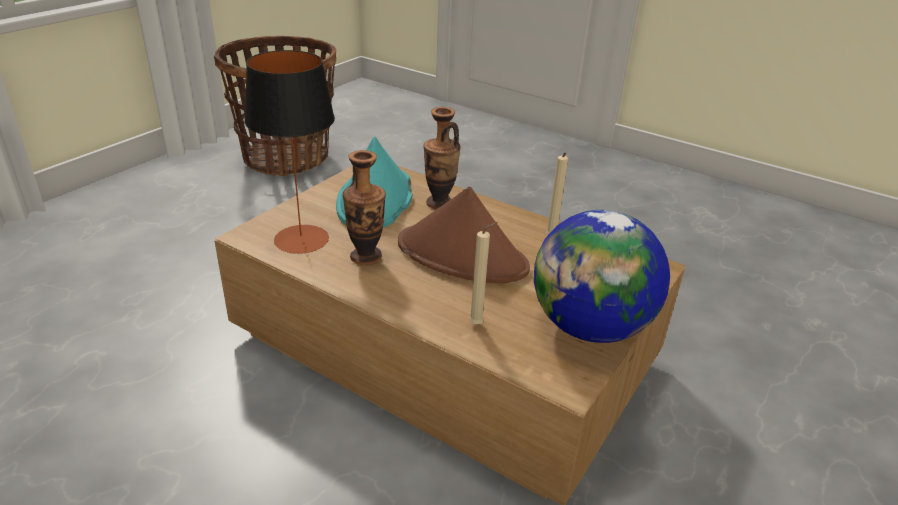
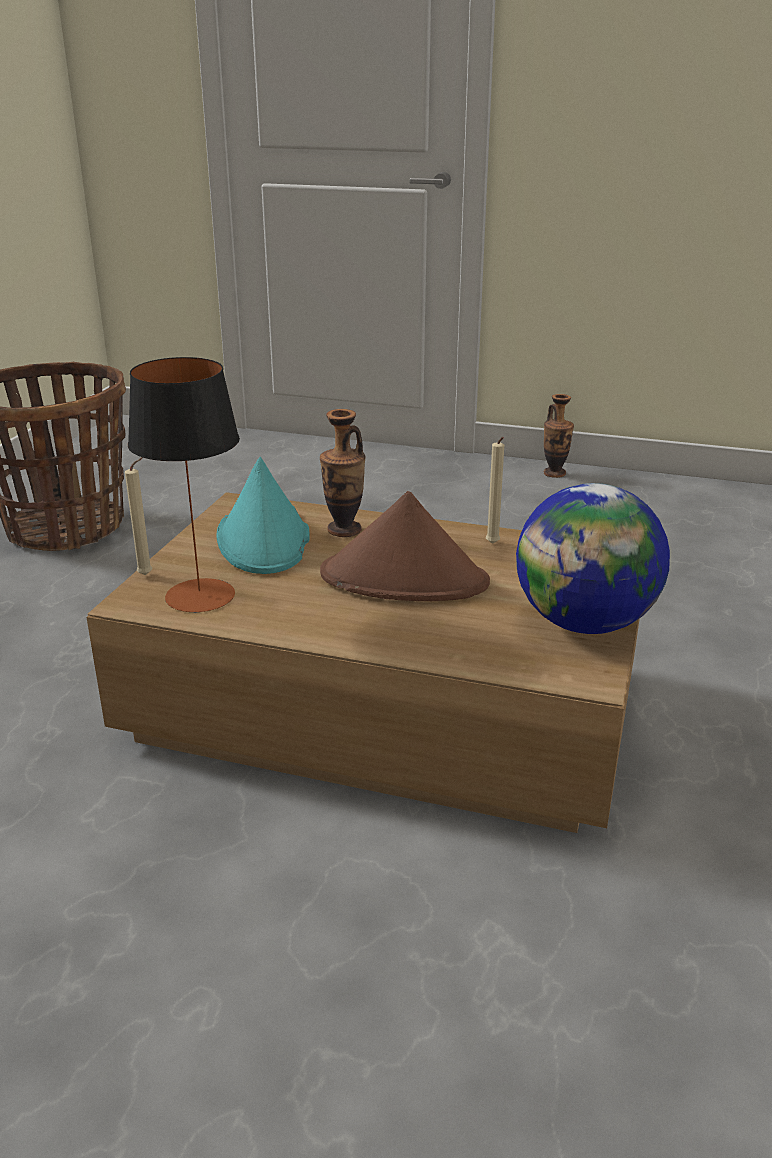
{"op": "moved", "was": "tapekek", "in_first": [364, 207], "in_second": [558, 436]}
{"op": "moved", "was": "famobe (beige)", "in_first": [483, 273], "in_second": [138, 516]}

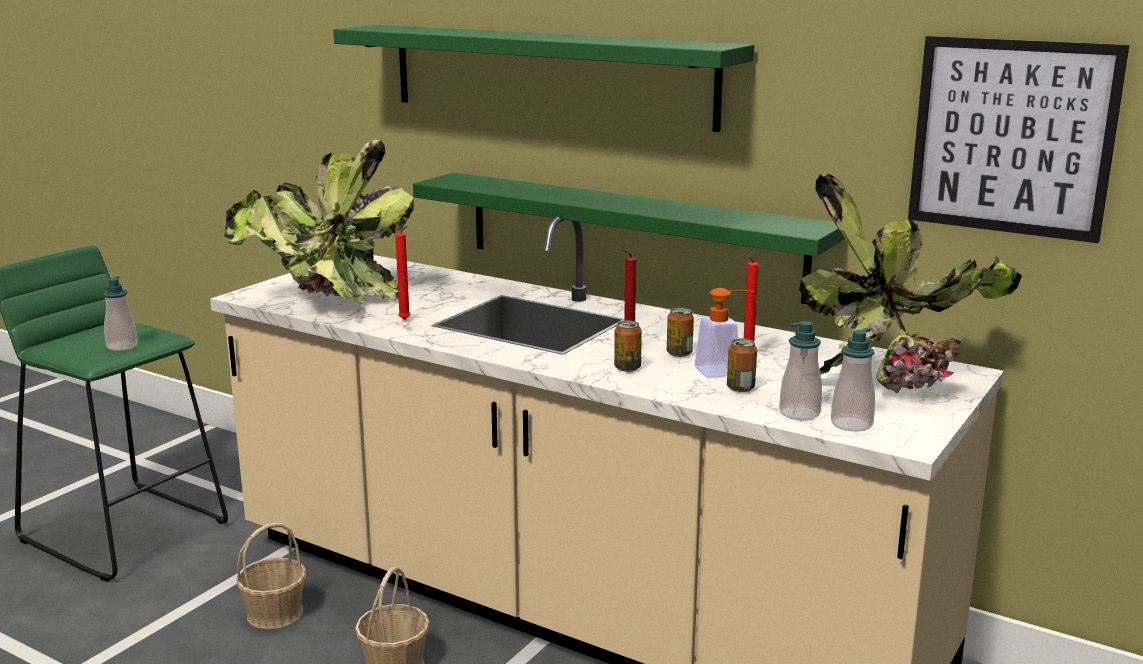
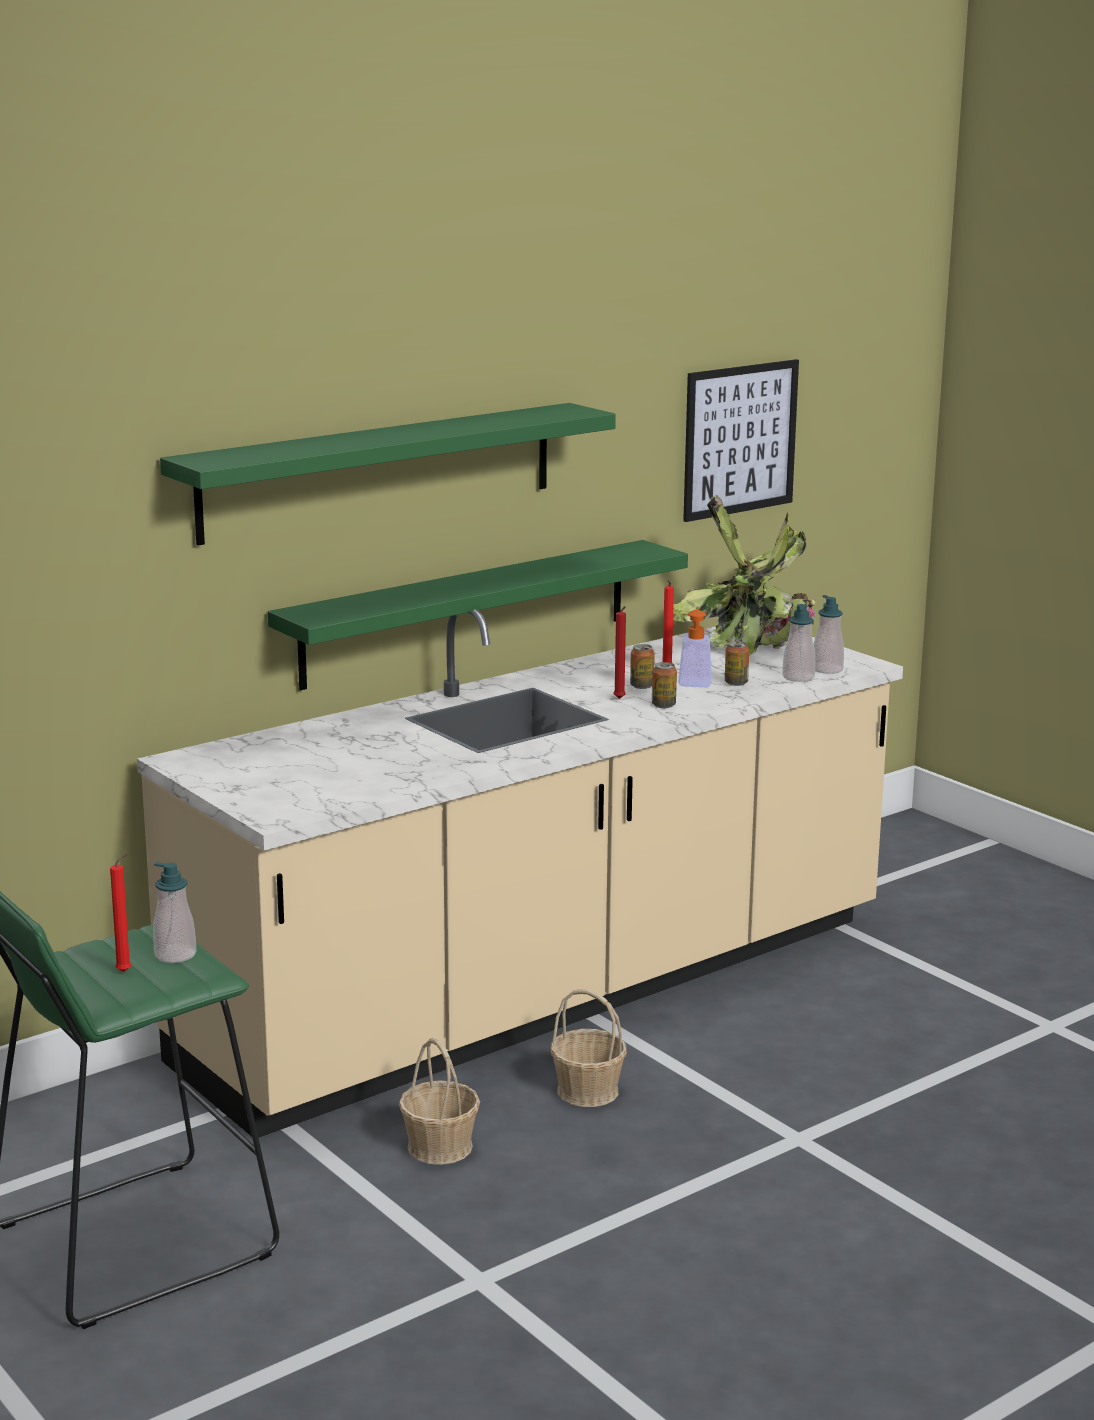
{"op": "removed", "was": "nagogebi", "in_first": [319, 222]}
{"op": "moved", "was": "famobe (red)", "in_first": [403, 273], "in_second": [120, 912]}

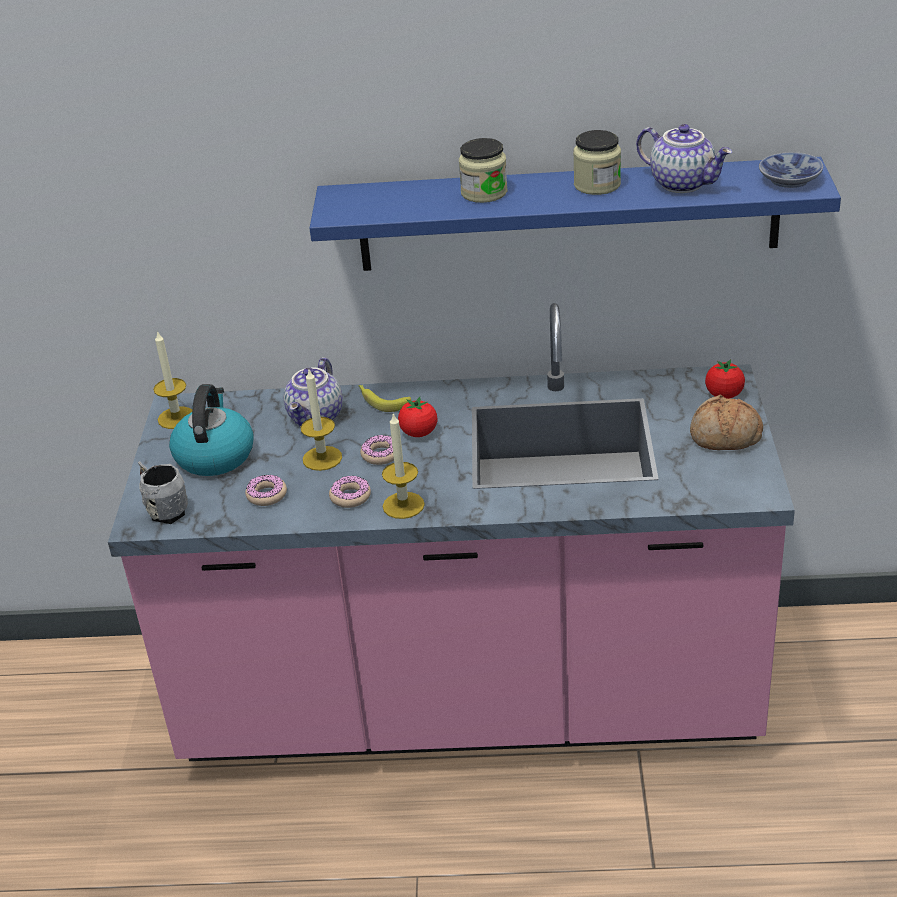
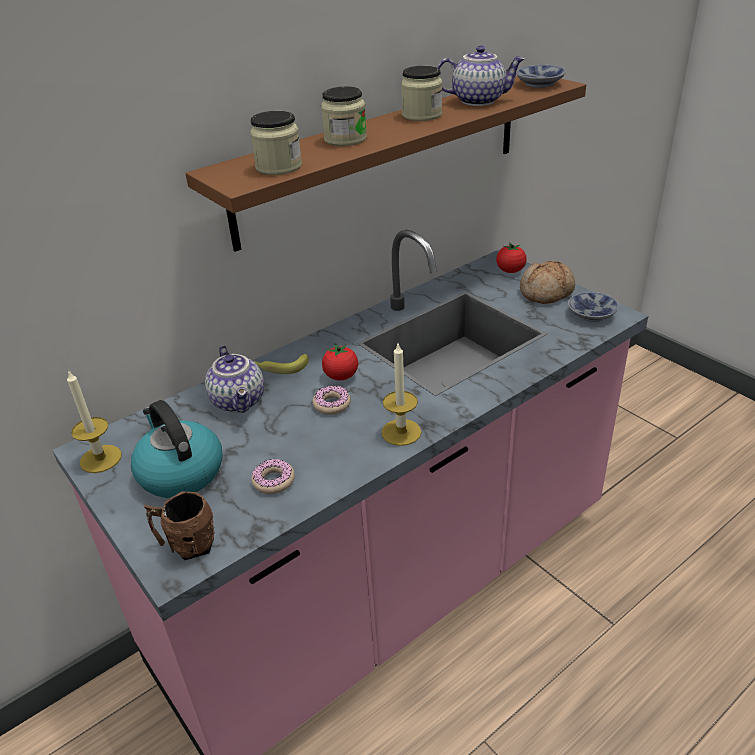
{"op": "removed", "was": "famobe", "in_first": [321, 420]}
{"op": "removed", "was": "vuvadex", "in_first": [350, 491]}
{"op": "added", "now": "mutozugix", "in_second": [276, 143]}
{"op": "added", "now": "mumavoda", "in_second": [593, 307]}
{"op": "recoloured", "was": "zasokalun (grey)", "now": "zasokalun (brown)", "in_first": [163, 492], "in_second": [179, 525]}
{"op": "recoloured", "was": "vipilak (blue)", "now": "vipilak (brown)", "in_first": [575, 214], "in_second": [385, 164]}

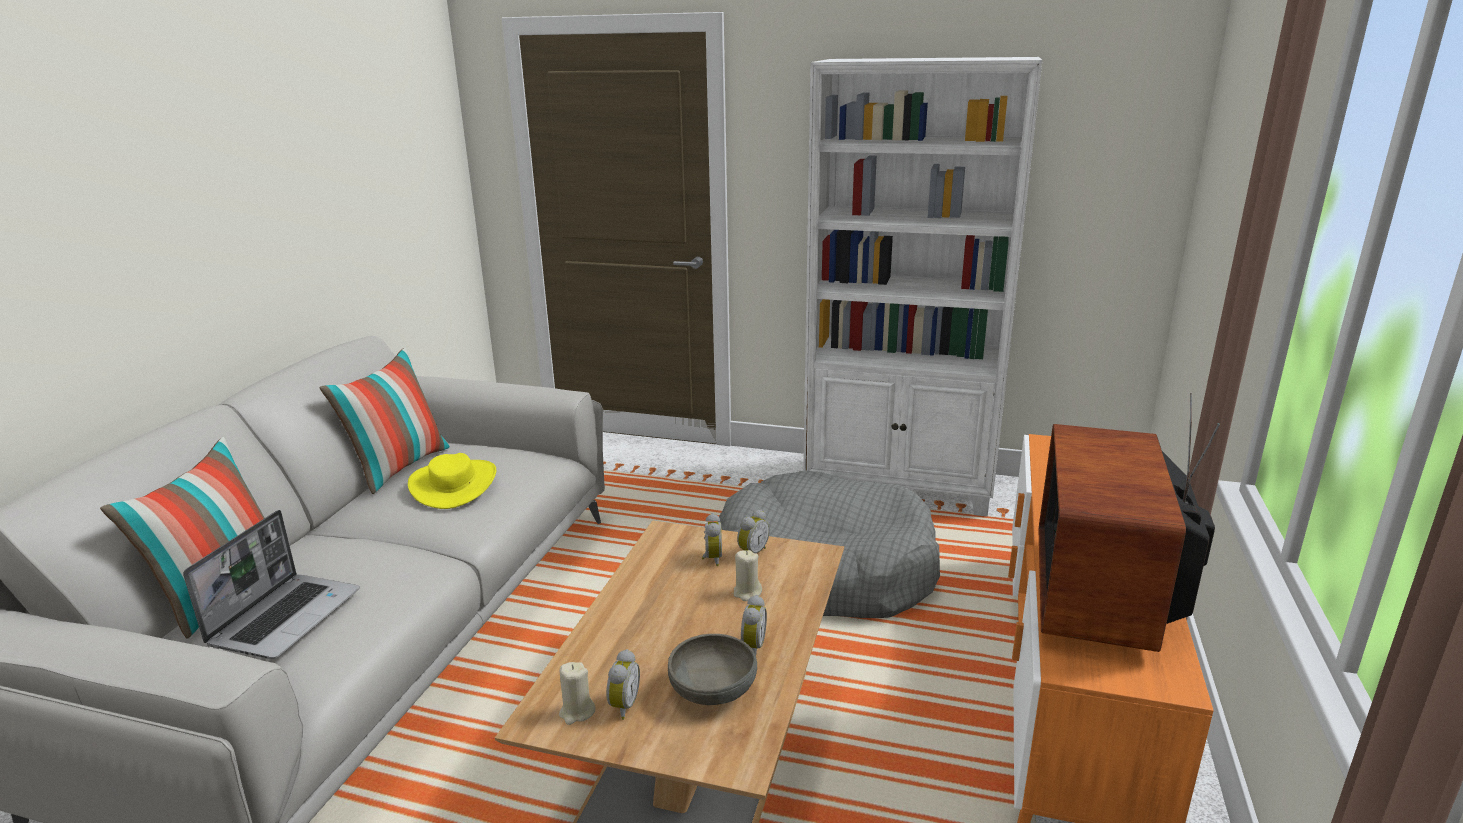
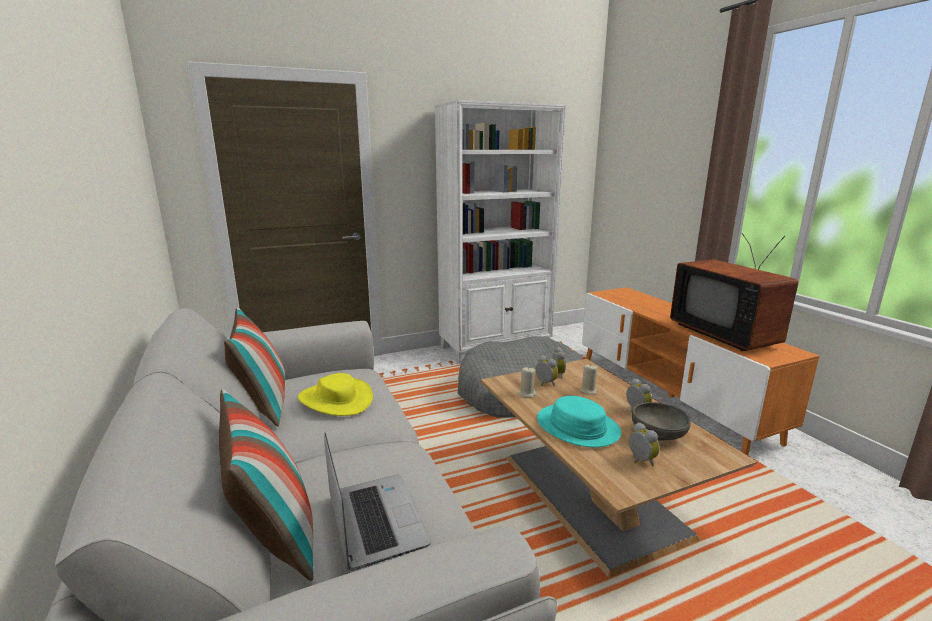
{"op": "added", "now": "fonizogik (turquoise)", "in_second": [579, 421]}
{"op": "moved", "was": "famobe (beige)", "in_first": [577, 693], "in_second": [527, 382]}

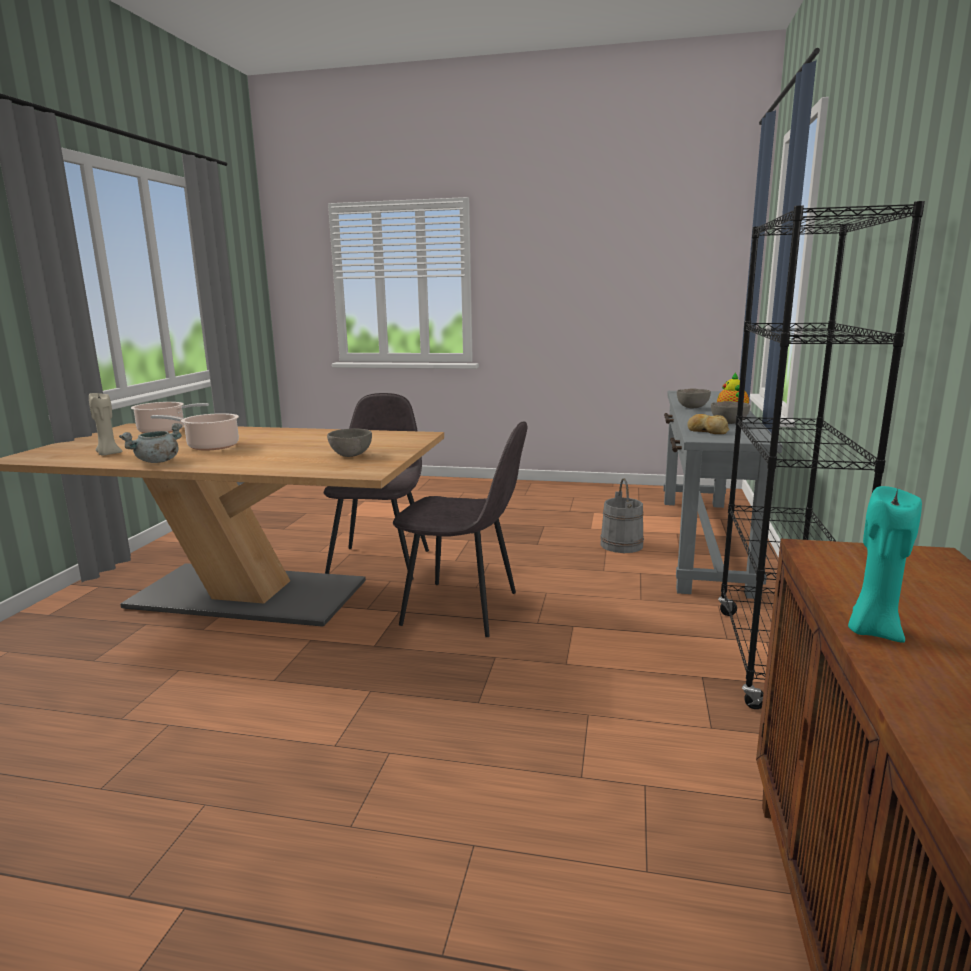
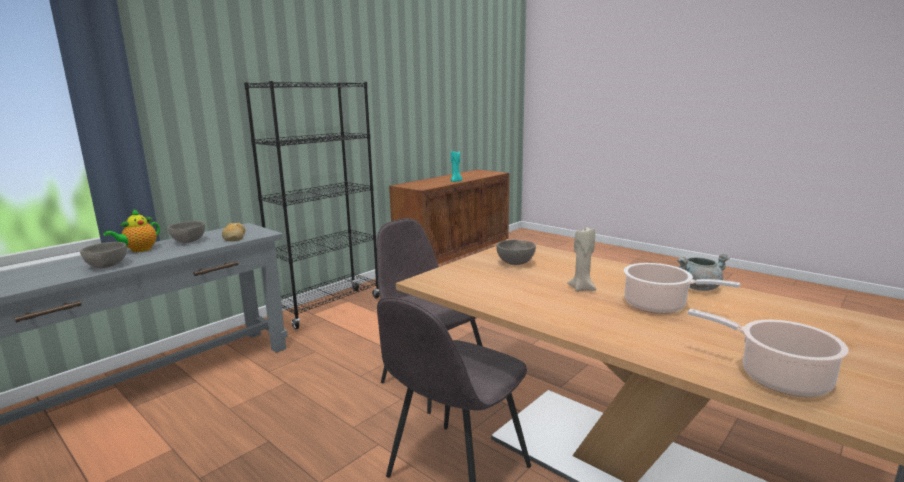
{"op": "removed", "was": "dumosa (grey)", "in_first": [622, 515]}
{"op": "moved", "was": "famobe (beige)", "in_first": [106, 424], "in_second": [581, 259]}

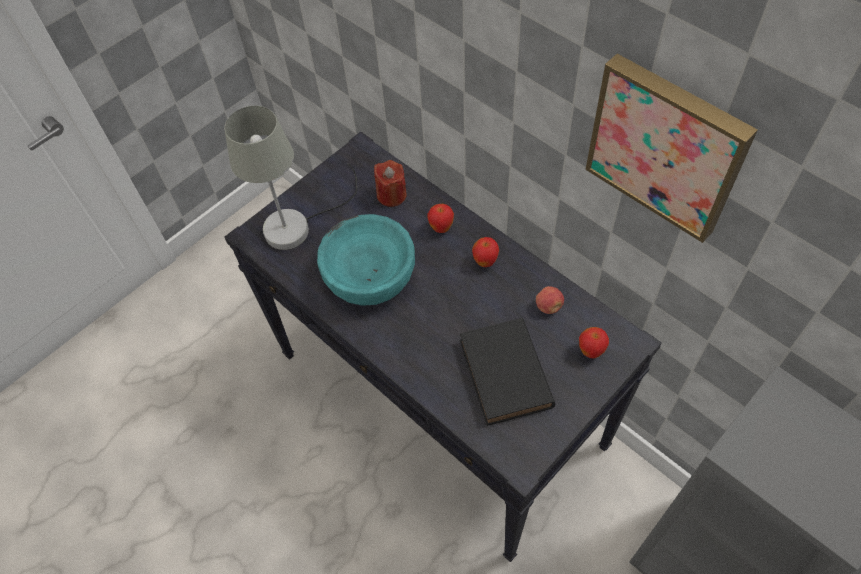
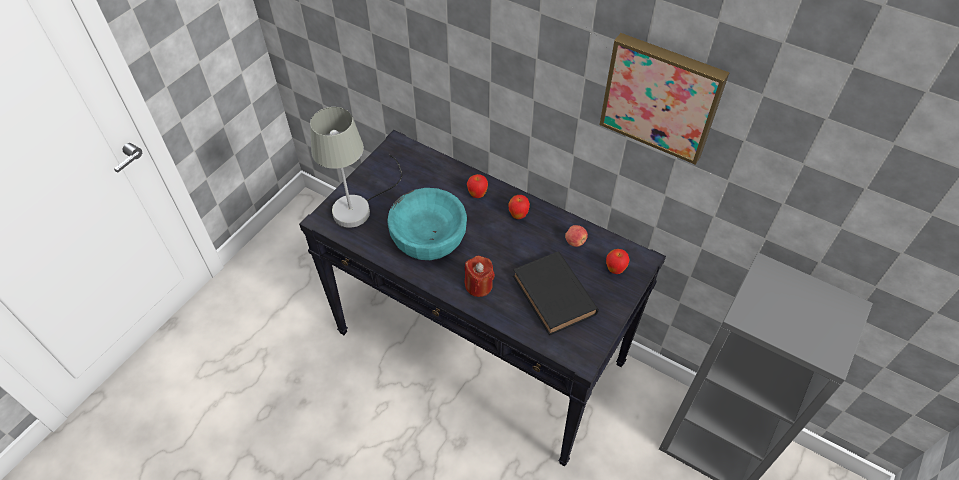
{"op": "moved", "was": "famobe (red)", "in_first": [390, 183], "in_second": [480, 276]}

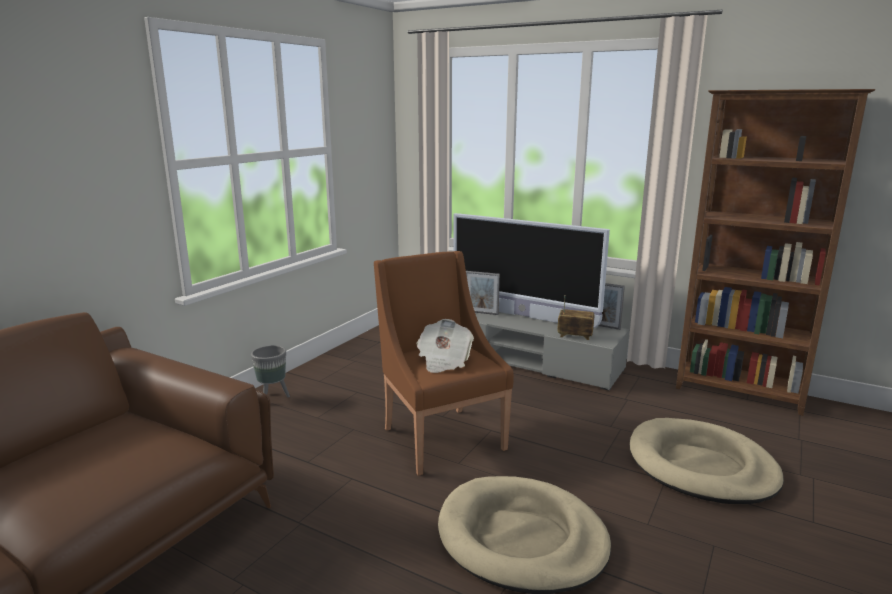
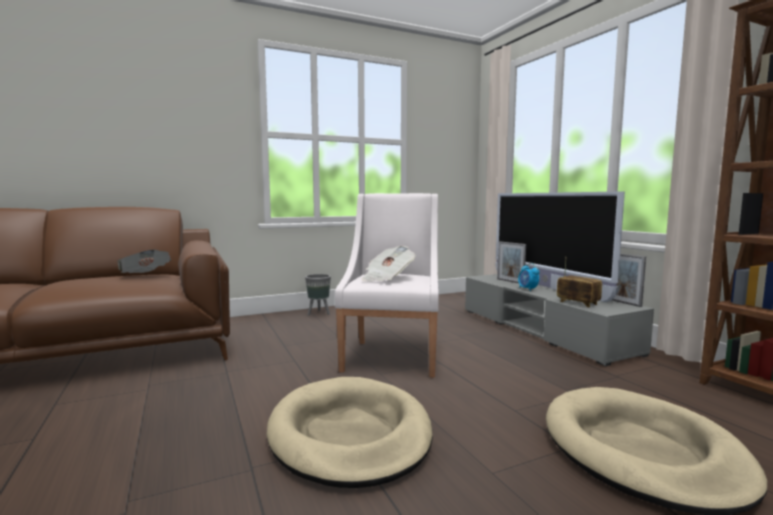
{"op": "added", "now": "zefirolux", "in_second": [144, 261]}
{"op": "added", "now": "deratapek", "in_second": [528, 277]}
{"op": "recoloured", "was": "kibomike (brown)", "now": "kibomike (white)", "in_first": [444, 363], "in_second": [387, 285]}

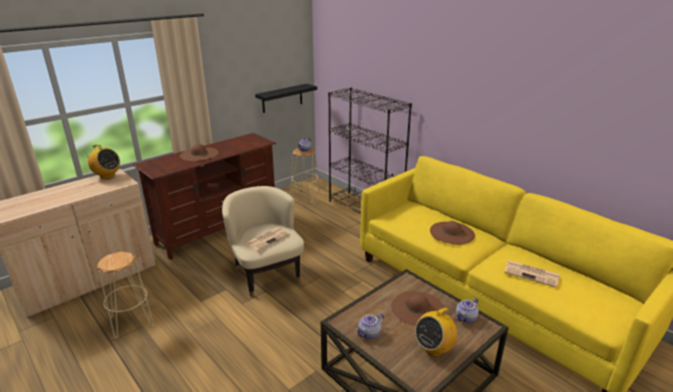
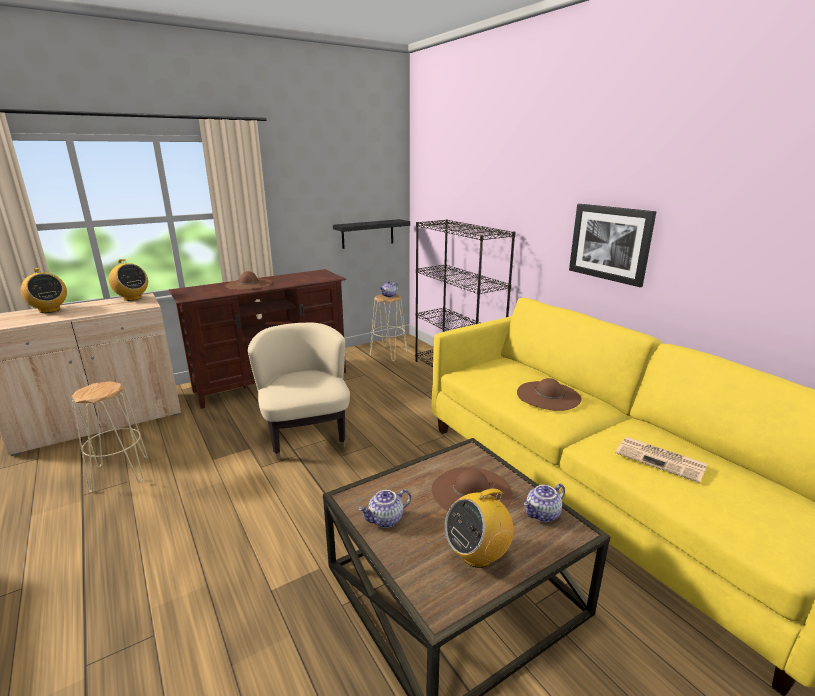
{"op": "removed", "was": "zefirolux", "in_first": [267, 239]}
{"op": "added", "now": "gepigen", "in_second": [44, 290]}
{"op": "added", "now": "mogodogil", "in_second": [612, 245]}

